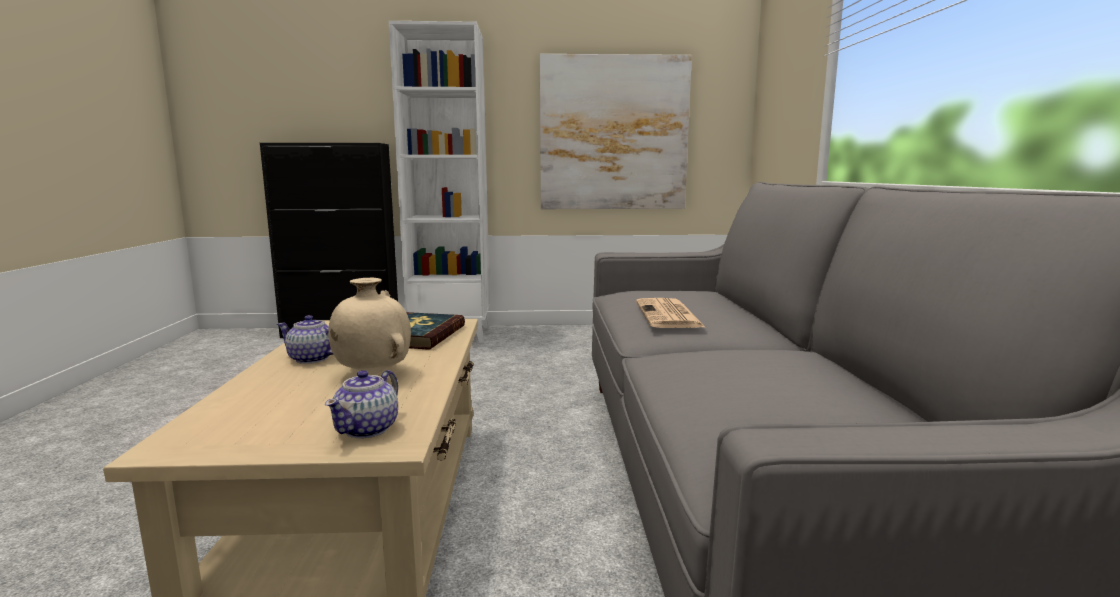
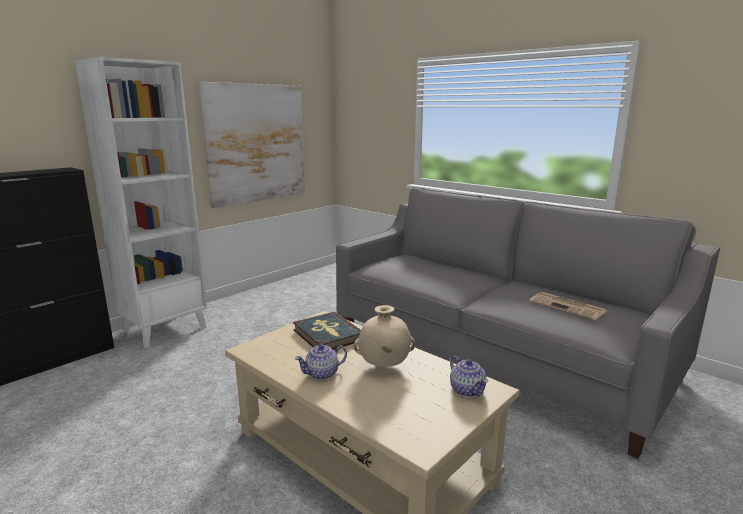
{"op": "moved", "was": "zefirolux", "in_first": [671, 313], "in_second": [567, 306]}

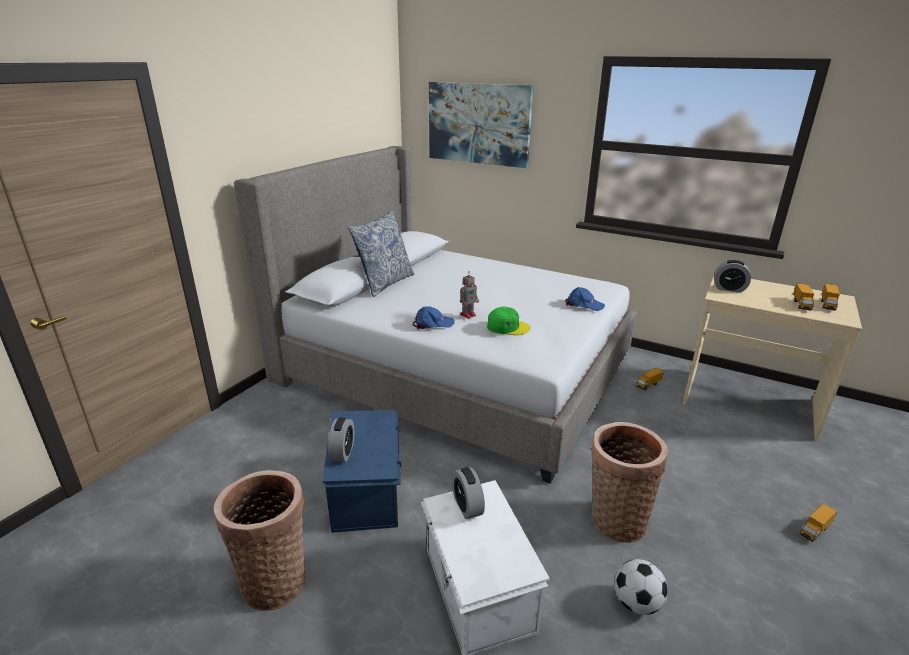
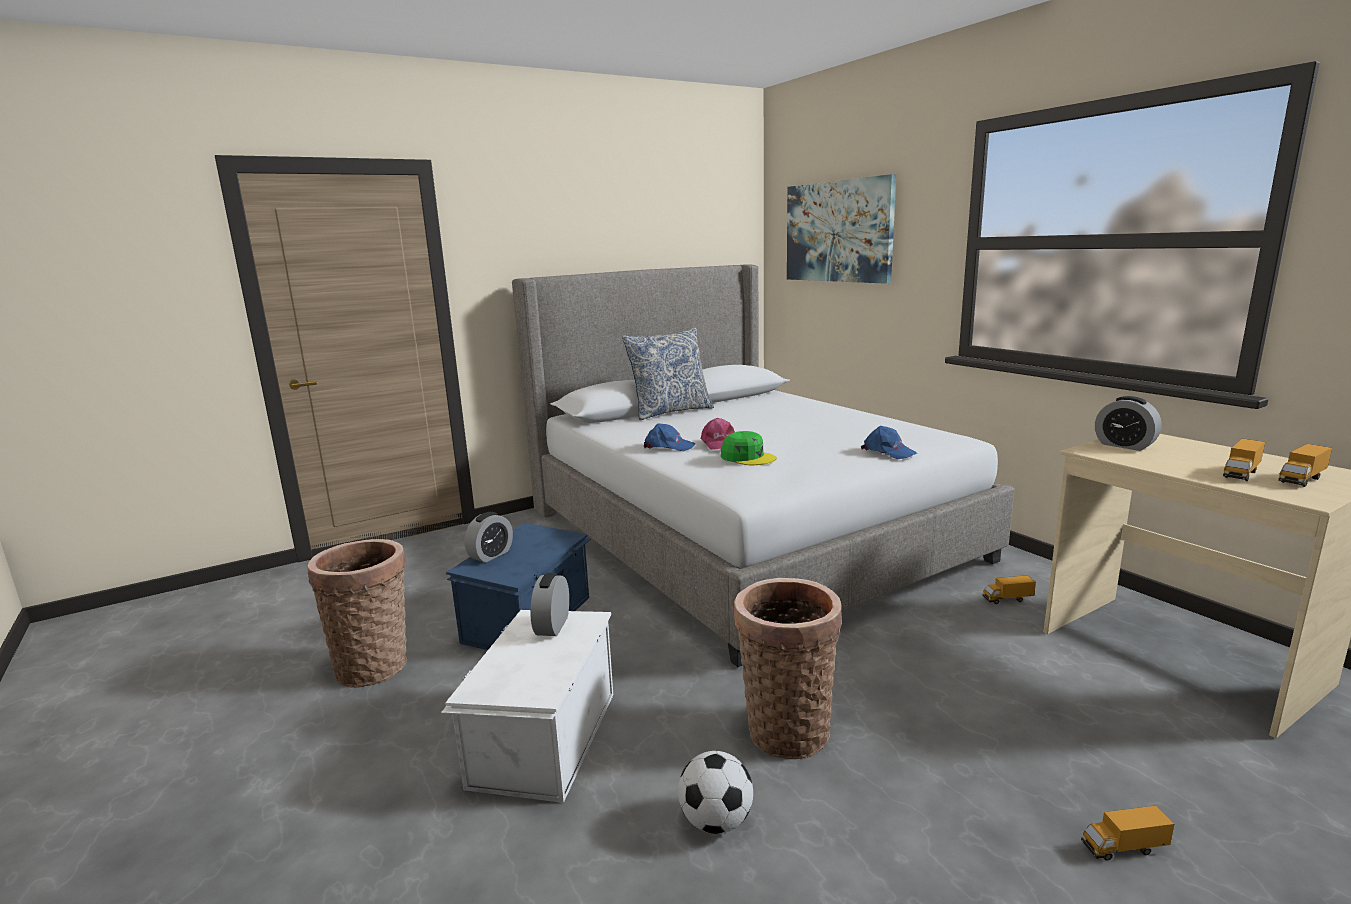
{"op": "replaced", "was": "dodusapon", "now": "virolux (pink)", "in_first": [469, 296], "in_second": [718, 434]}

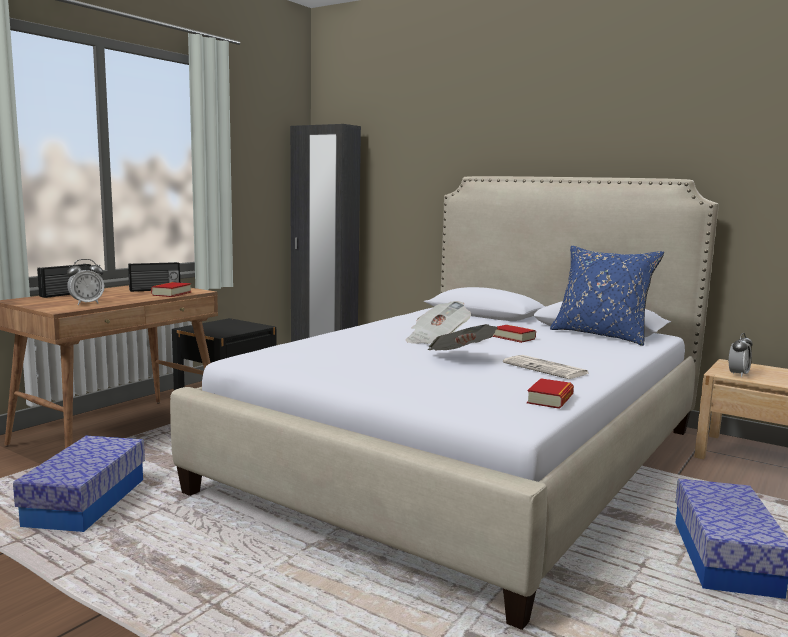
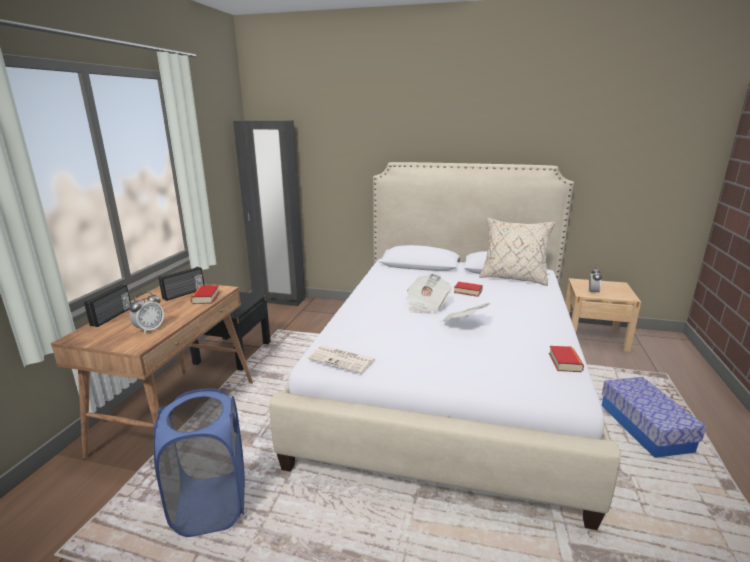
{"op": "moved", "was": "zefirolux", "in_first": [546, 367], "in_second": [341, 359]}
{"op": "replaced", "was": "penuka", "now": "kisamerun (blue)", "in_first": [79, 484], "in_second": [199, 462]}
{"op": "recoloured", "was": "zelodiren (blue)", "now": "zelodiren (beige)", "in_first": [607, 296], "in_second": [517, 252]}

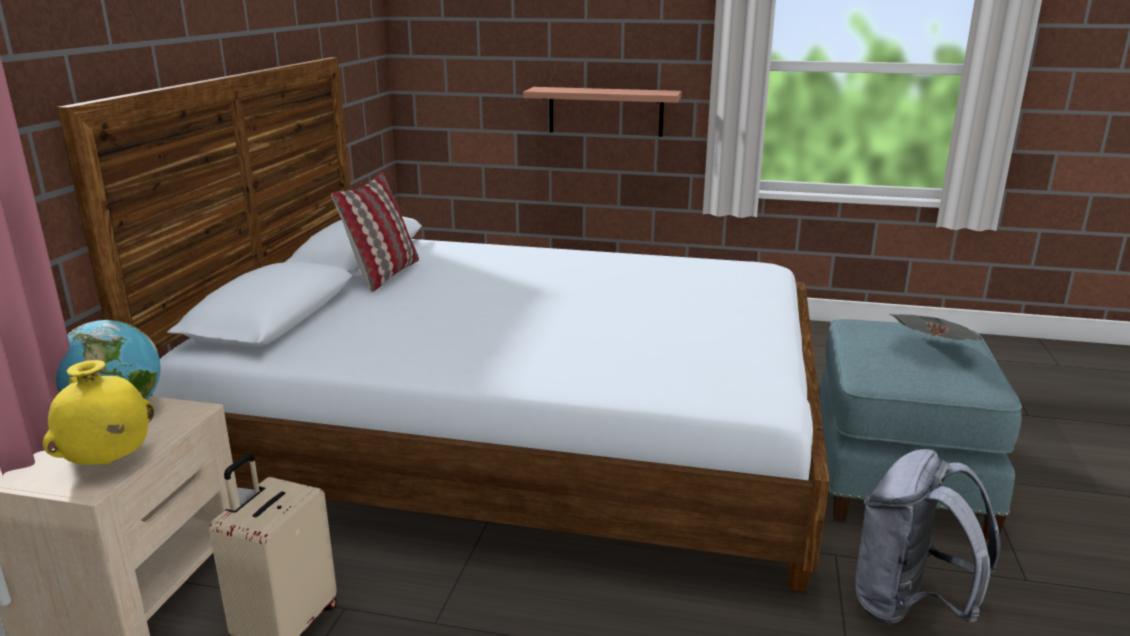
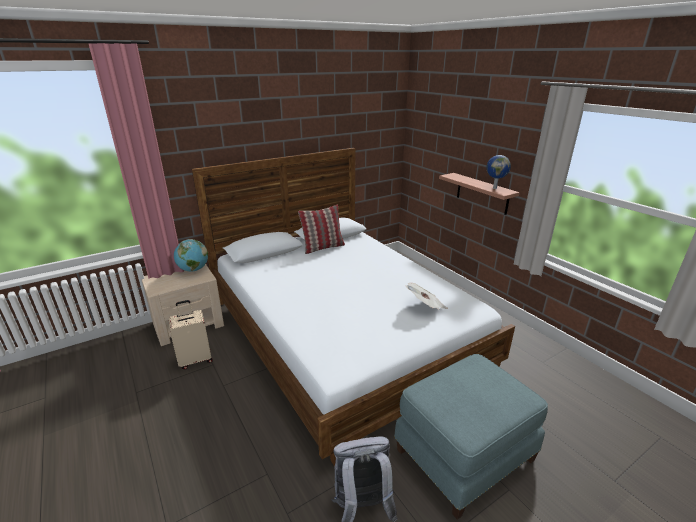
{"op": "removed", "was": "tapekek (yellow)", "in_first": [98, 412]}
{"op": "added", "now": "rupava", "in_second": [498, 172]}
{"op": "moved", "was": "zefirolux", "in_first": [936, 327], "in_second": [427, 296]}

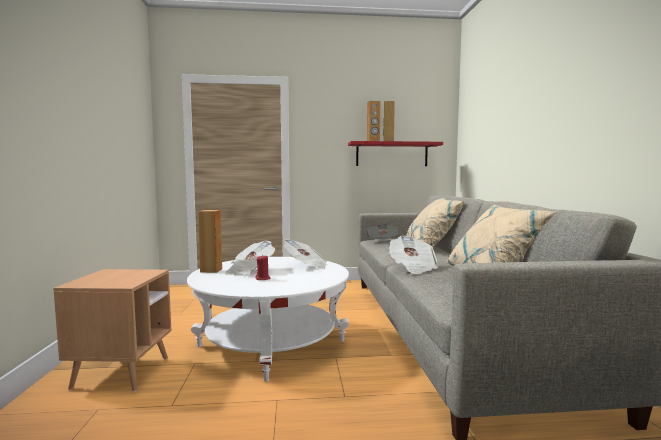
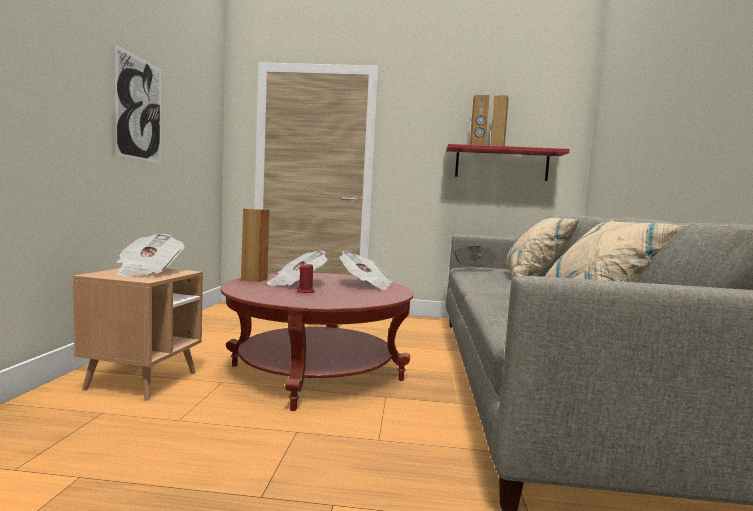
{"op": "added", "now": "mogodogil", "in_second": [137, 103]}
{"op": "moved", "was": "zefirolux", "in_first": [413, 255], "in_second": [150, 255]}
{"op": "recoloured", "was": "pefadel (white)", "now": "pefadel (red)", "in_first": [268, 319], "in_second": [317, 342]}

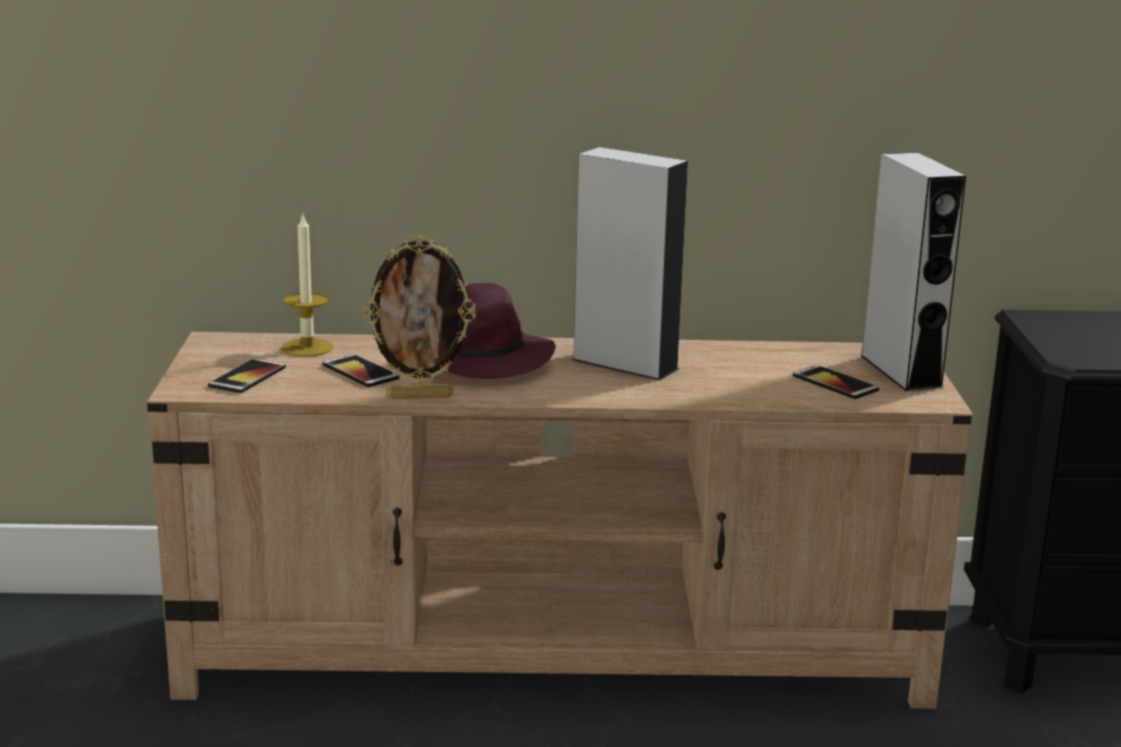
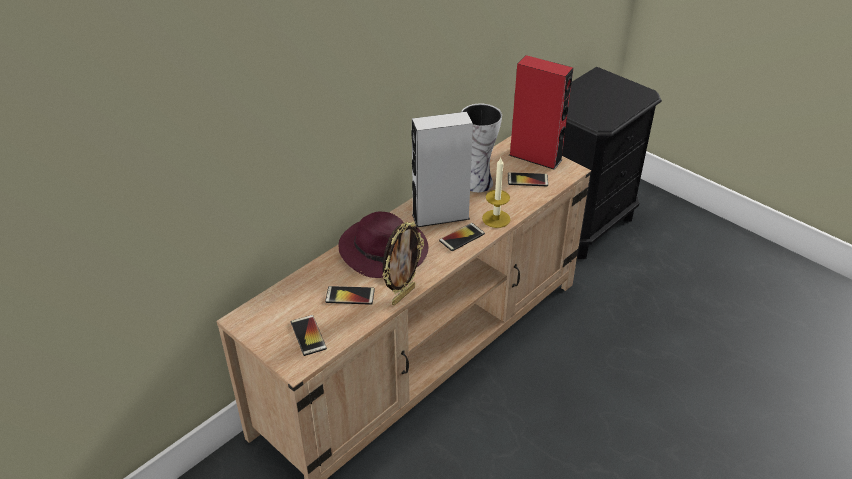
{"op": "added", "now": "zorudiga", "in_second": [462, 237]}
{"op": "added", "now": "tapekek", "in_second": [481, 148]}
{"op": "moved", "was": "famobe", "in_first": [308, 284], "in_second": [496, 192]}
{"op": "recoloured", "was": "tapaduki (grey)", "now": "tapaduki (red)", "in_first": [913, 272], "in_second": [541, 112]}

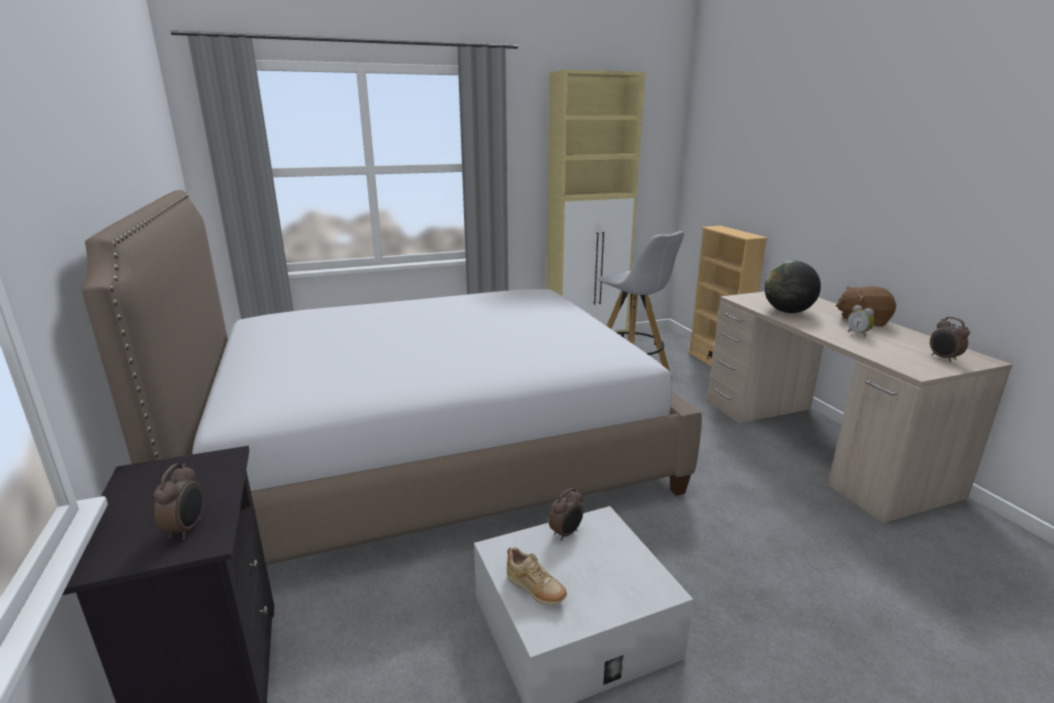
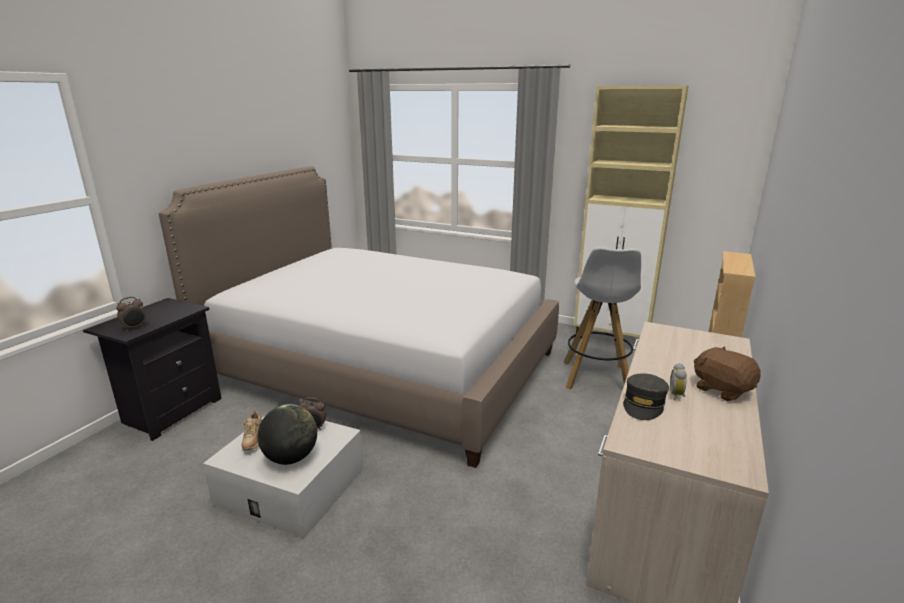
{"op": "removed", "was": "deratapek", "in_first": [950, 339]}
{"op": "added", "now": "virolux (grey)", "in_second": [646, 396]}
{"op": "moved", "was": "rupava", "in_first": [792, 287], "in_second": [287, 434]}

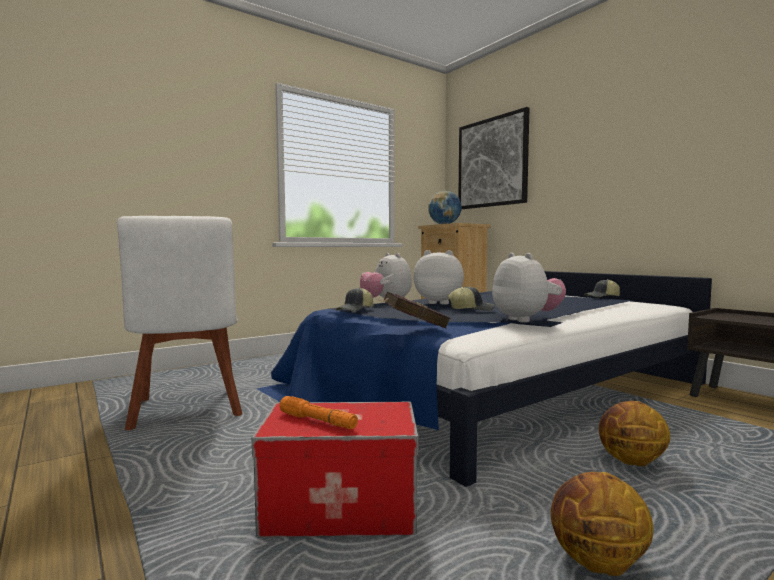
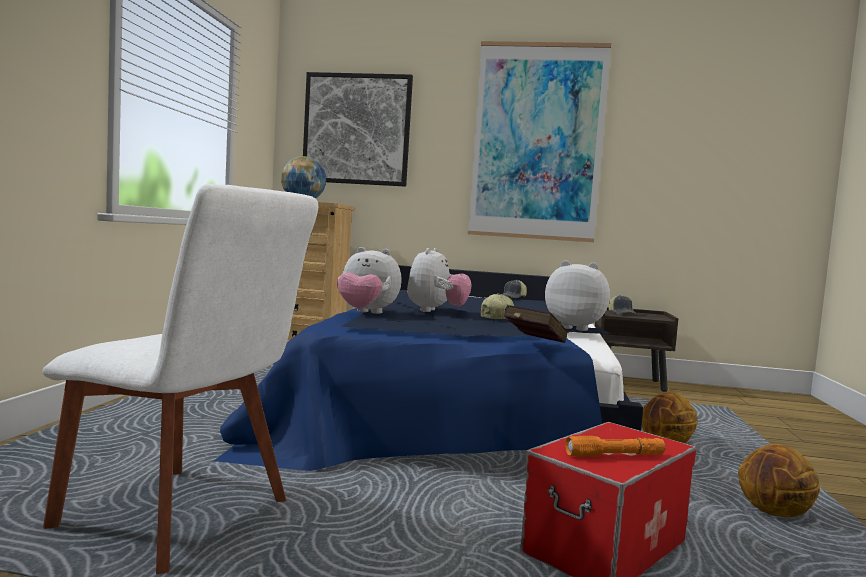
{"op": "added", "now": "mogodogil", "in_second": [539, 141]}
{"op": "moved", "was": "virolux", "in_first": [354, 299], "in_second": [622, 304]}
{"op": "turned", "was": "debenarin", "in_first": [438, 277], "in_second": [439, 280], "clockwise": 135}

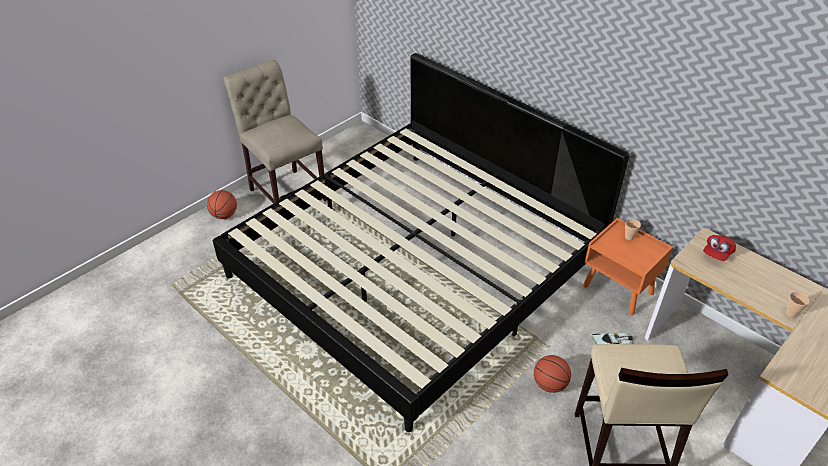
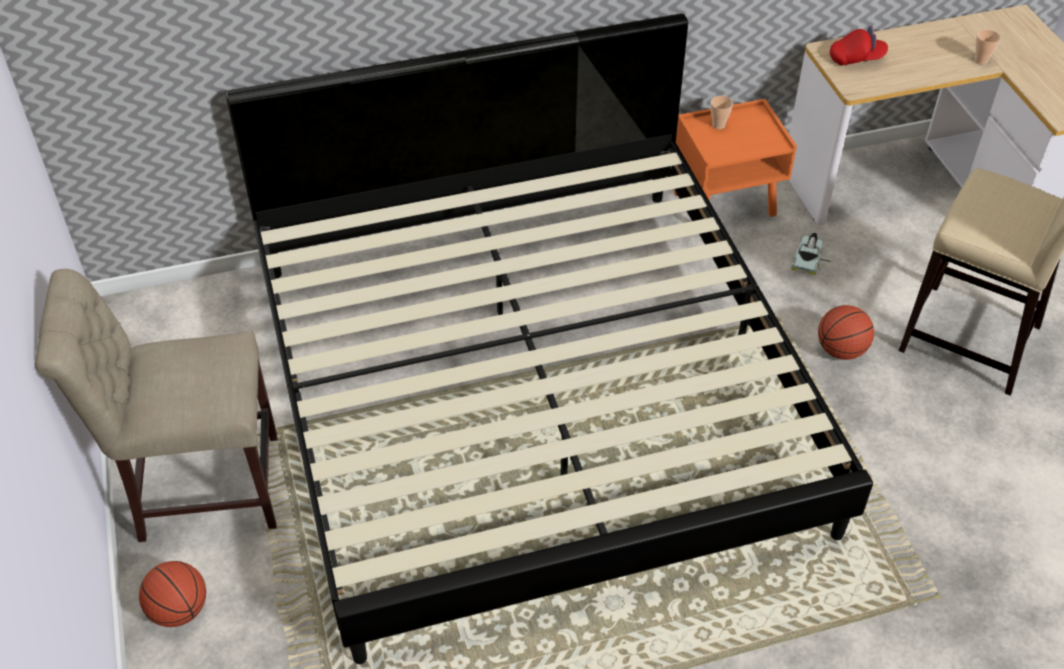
{"op": "turned", "was": "virolux (red)", "in_first": [719, 248], "in_second": [859, 45], "clockwise": -75}

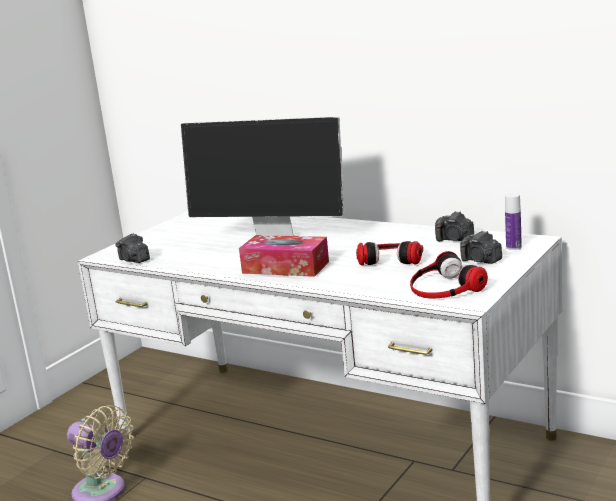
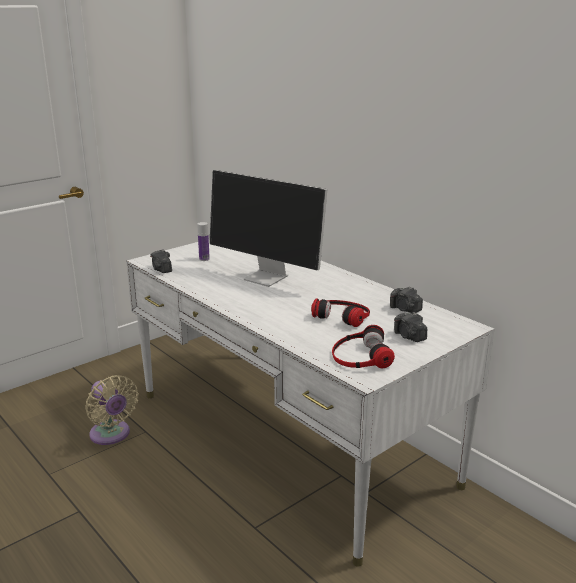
{"op": "removed", "was": "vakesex", "in_first": [284, 256]}
{"op": "moved", "was": "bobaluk", "in_first": [513, 221], "in_second": [204, 241]}

